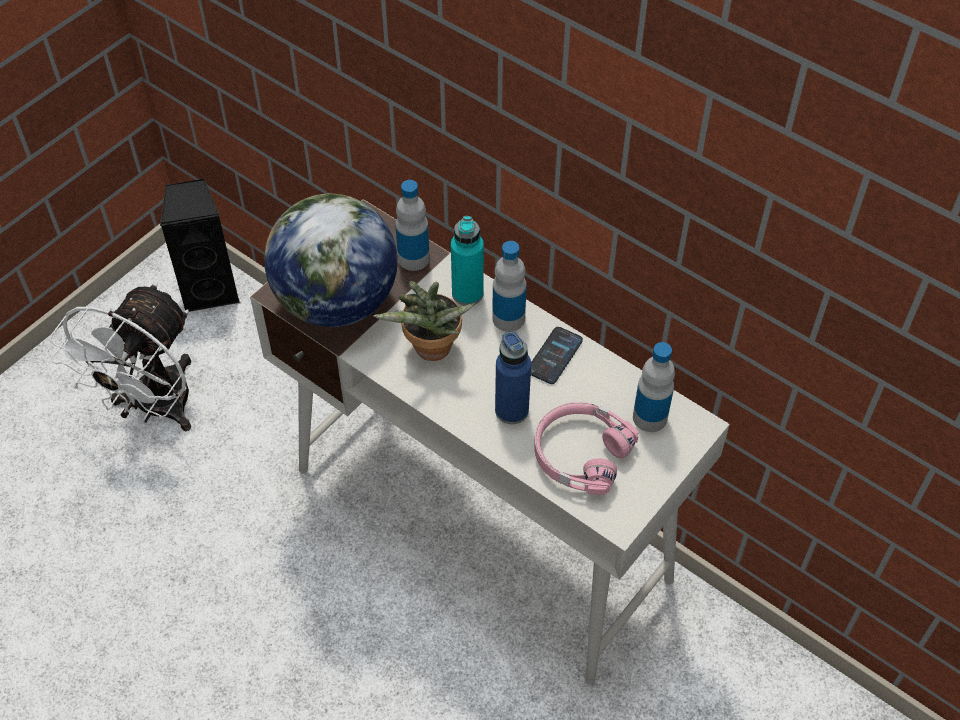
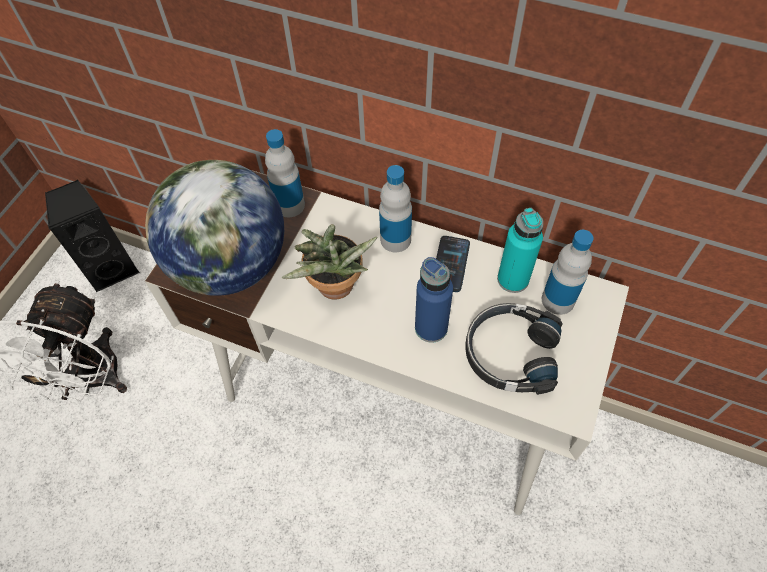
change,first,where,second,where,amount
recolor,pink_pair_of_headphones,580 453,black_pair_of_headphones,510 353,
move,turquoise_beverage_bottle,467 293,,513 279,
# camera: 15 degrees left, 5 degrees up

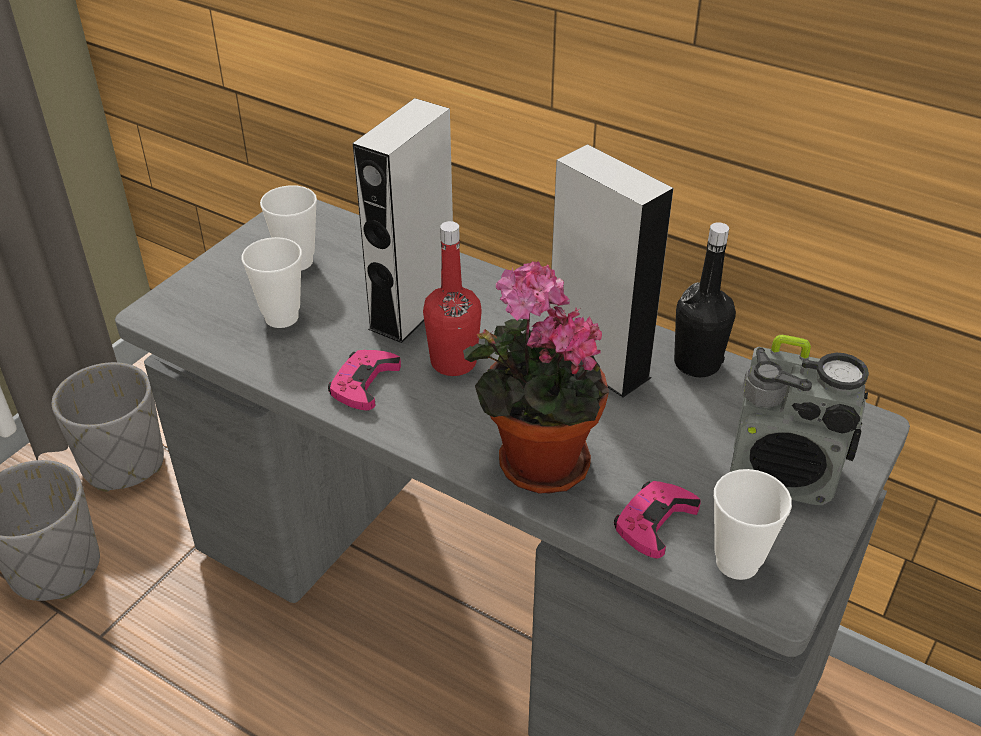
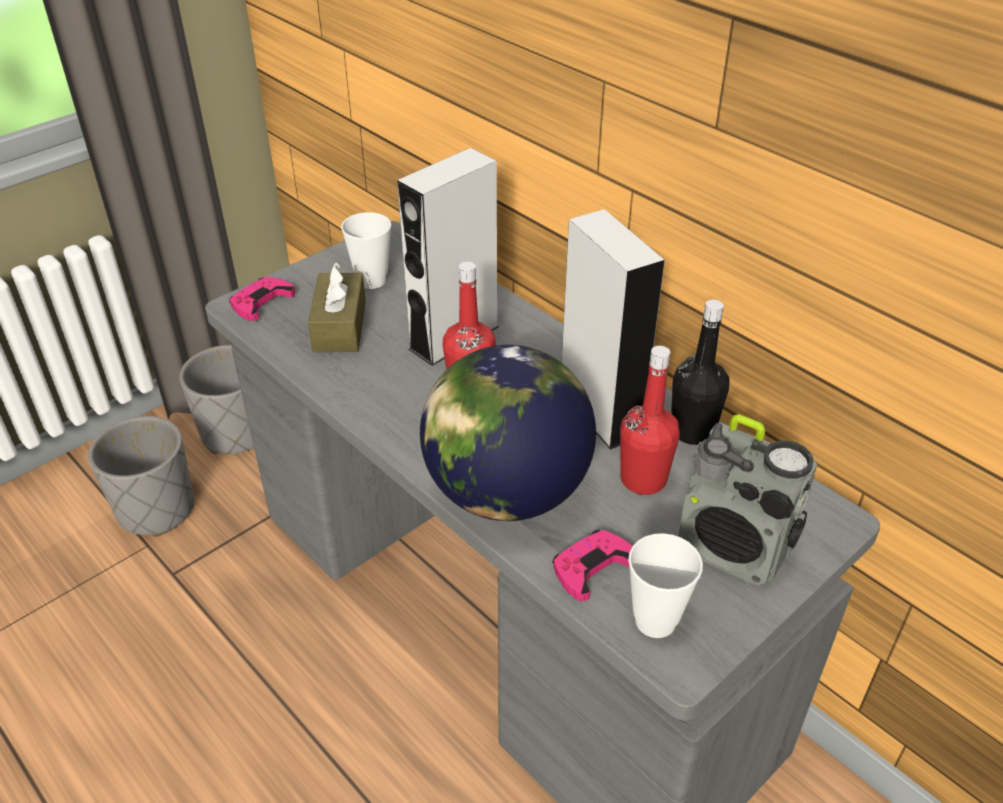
change,first,where,second,where,amount
move,pink_joypad,363 383,,261 302,
replace,small_cup,281 317,brown-coloured_tissue_box,340 326,
replace,potted_plant,534 462,globe,506 492,
insert,,,reddish_beverage_bottle,643 479,
# camera: 15 degrees right, 0 degrees up

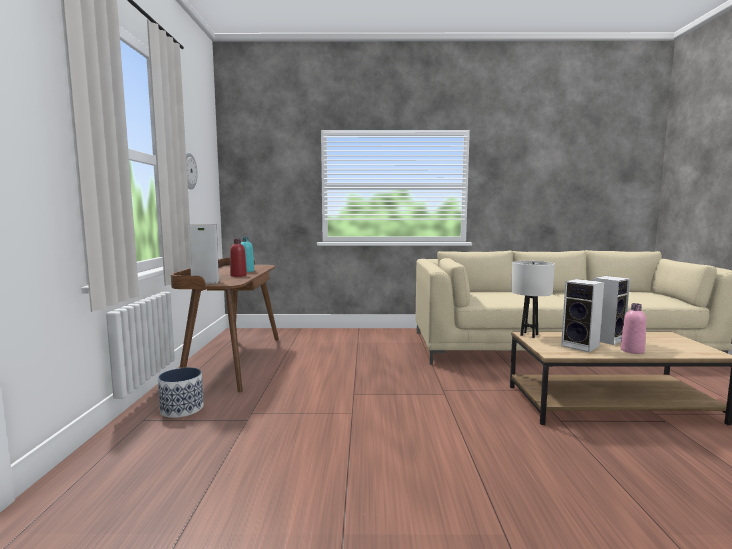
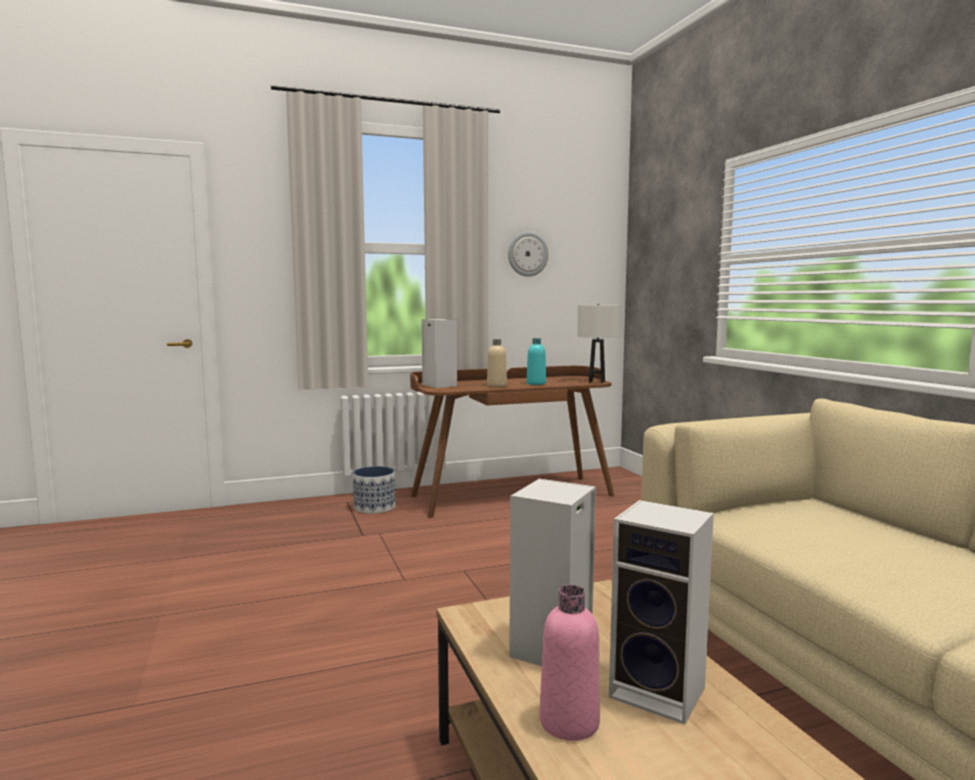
change,first,where,second,where,amount
recolor,reddish_beverage_bottle,238 275,beige-coloured_beverage_bottle,496 386,
move,white-coloured_lamp_for_a_table,529 335,,597 382,
# camera: 70 degrees right, 0 degrees up

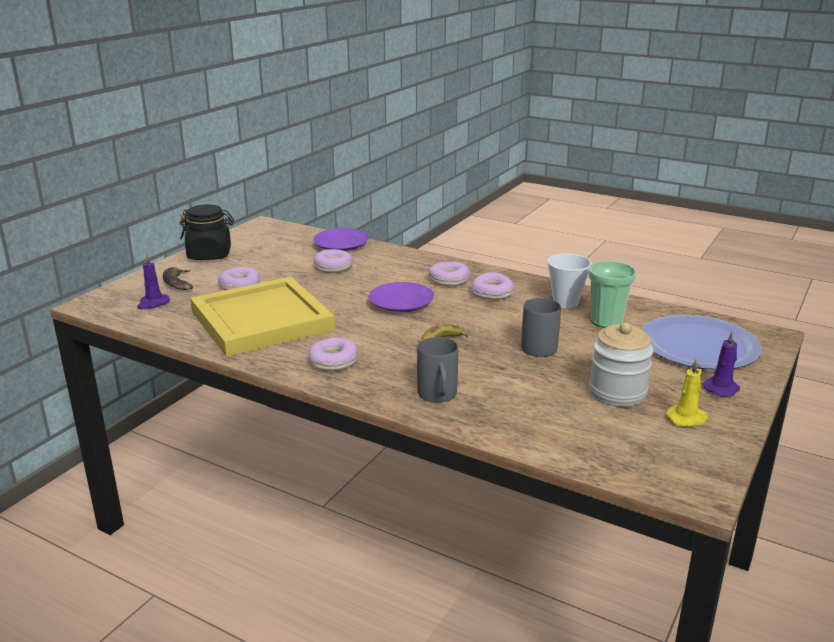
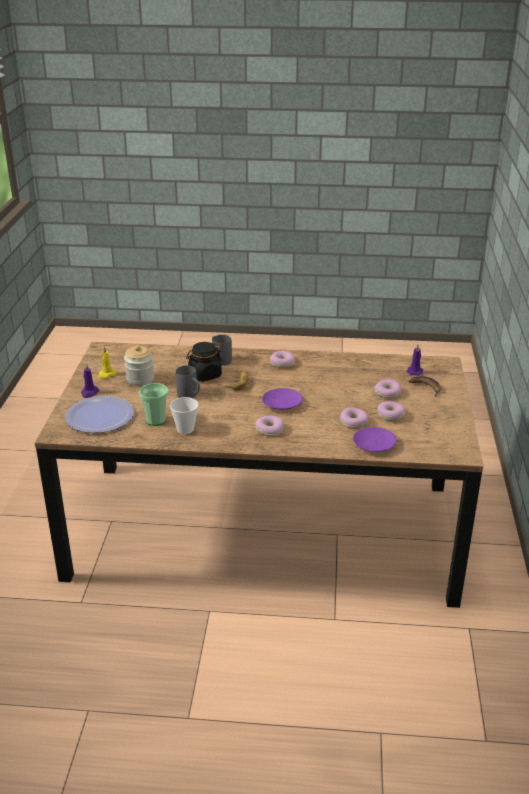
change,first,where,second,where,amount
move,black_storage_jar,210 254,,204 375,
move,ring_doughnut,492 294,,390 415,
delete,yellowish_serving_tray,260 321,,,
# camera: 155 degrees right, 5 degrees up

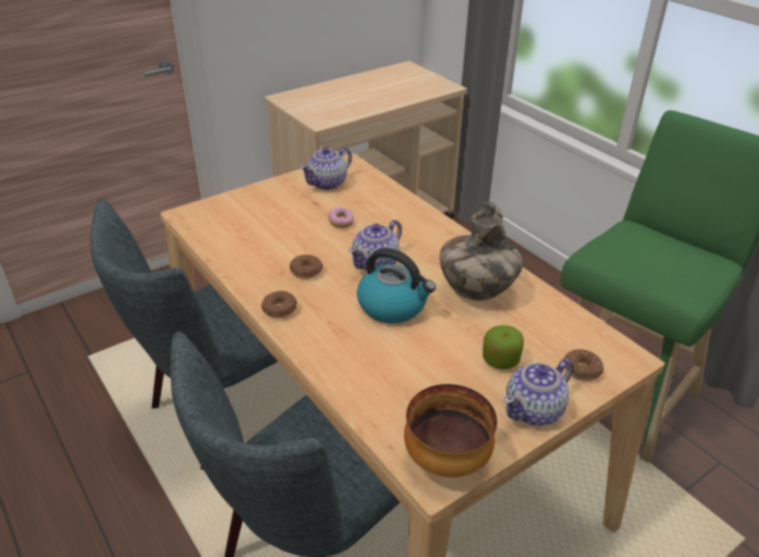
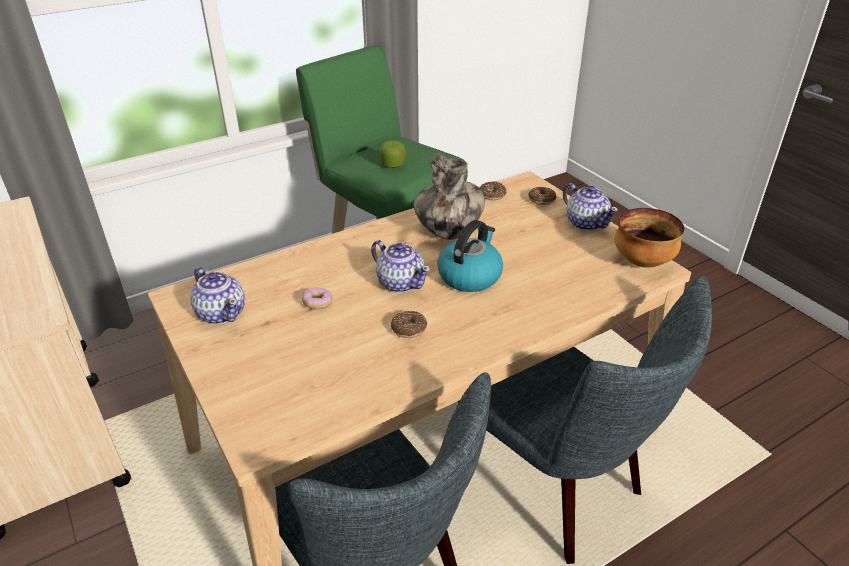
change,first,where,second,where,amount
move,apple,500 360,,393 164,
move,ring_doughnut,279 309,,492 195,
# camera: 85 degrees left, 0 degrees up

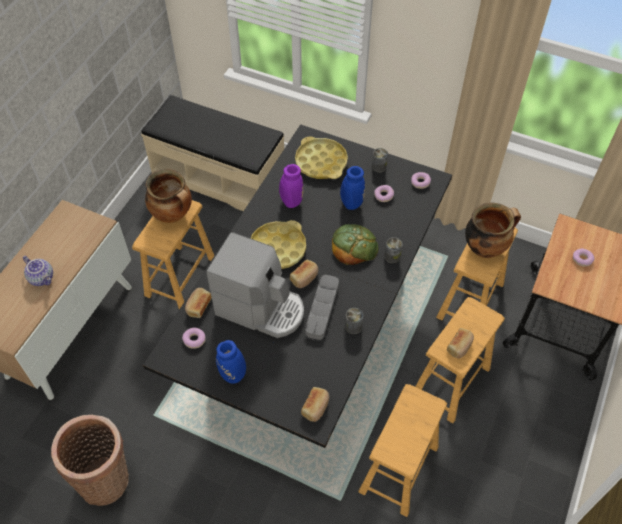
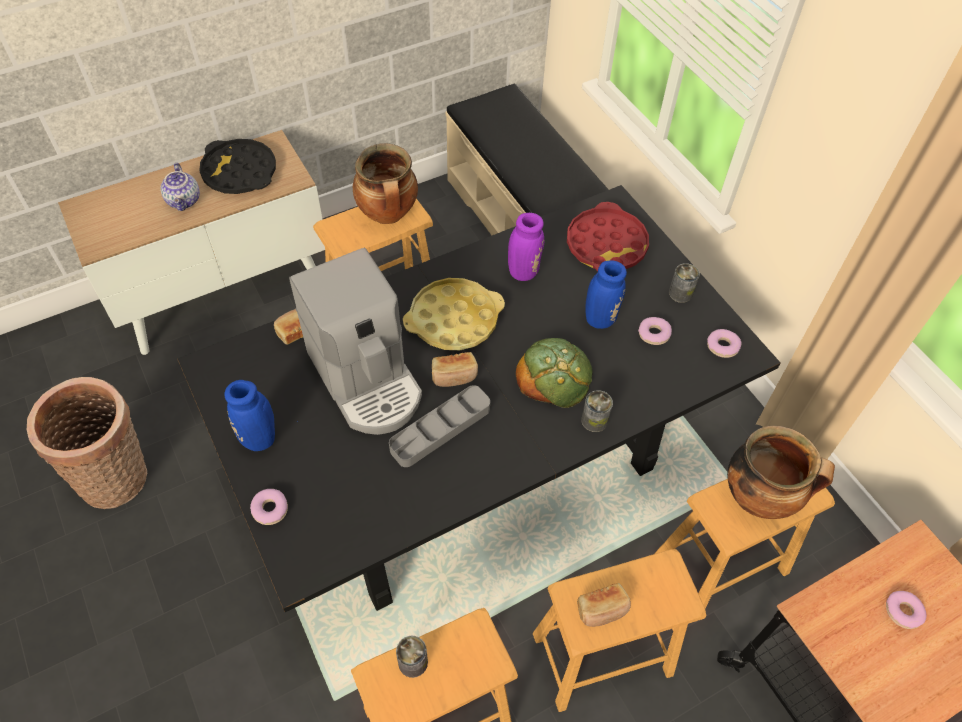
change,first,where,second,where,amount
insert,,,black_serving_tray,239 172,
move,ring_doughnut,194 340,,270 509,
move,sealed_can,353 326,,413 662,
recolor,yellowish_serving_tray,321 162,reddish_serving_tray,606 245,
delete,baked_bread,316 407,,,
# camera: 35 degrees right, 0 degrees up

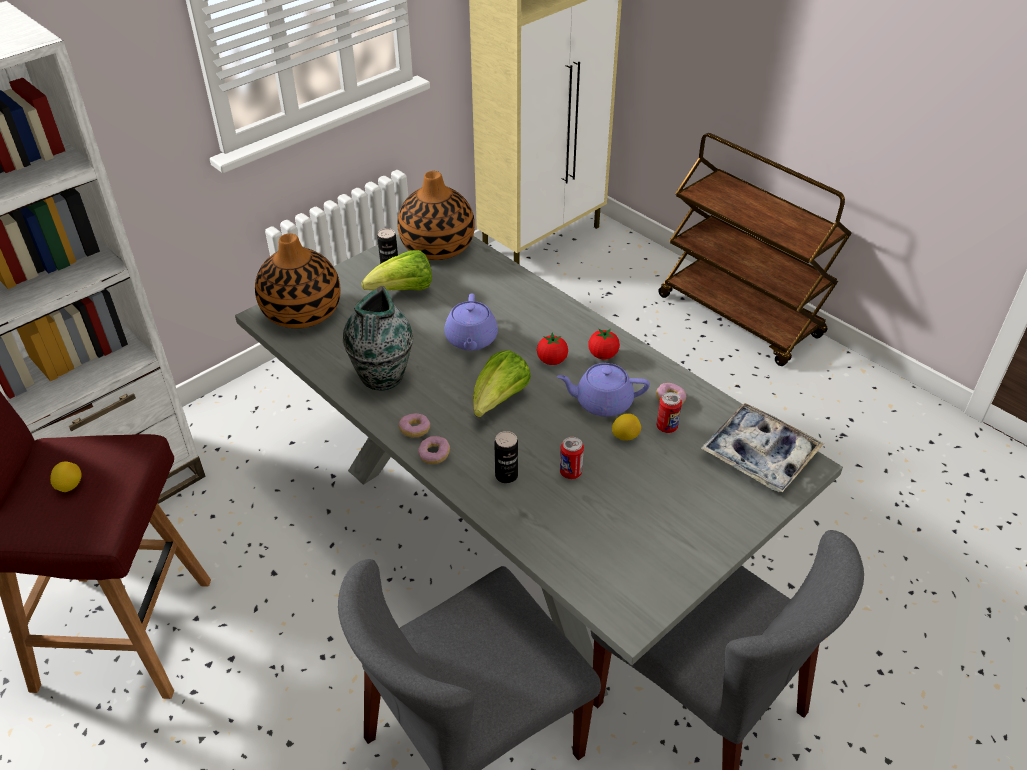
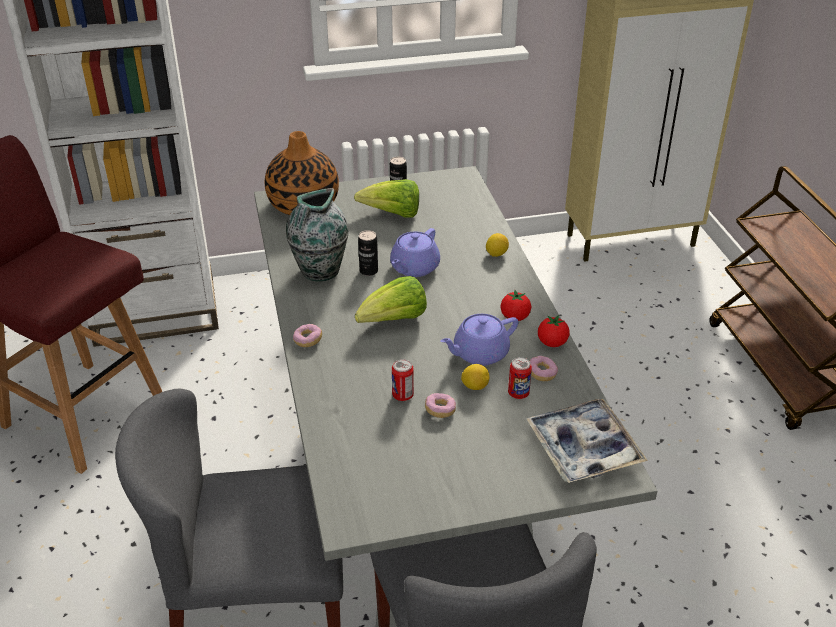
change,first,where,second,where,amount
move,sealed_can,506 475,,368 271,
move,ring_doughnut,415 430,,440 410,
rotate,purple-coloured_tea_pot,602 402,,479 353,60 degrees counterclockwise
move,citrus_fruit,70 486,,496 254,
move,tomato,552 360,,552 343,
delete,decorative_vase,437 246,,,
# camera: 30 degrees right, 5 degrees down

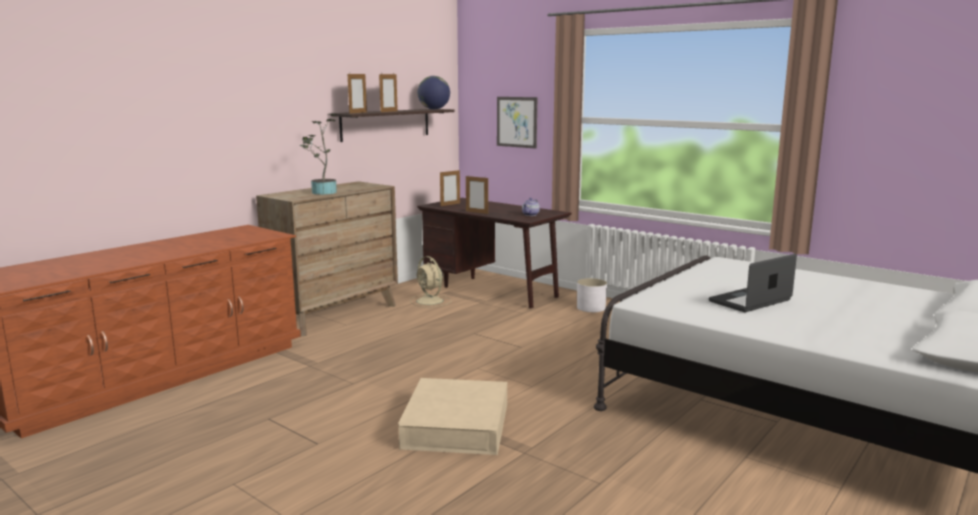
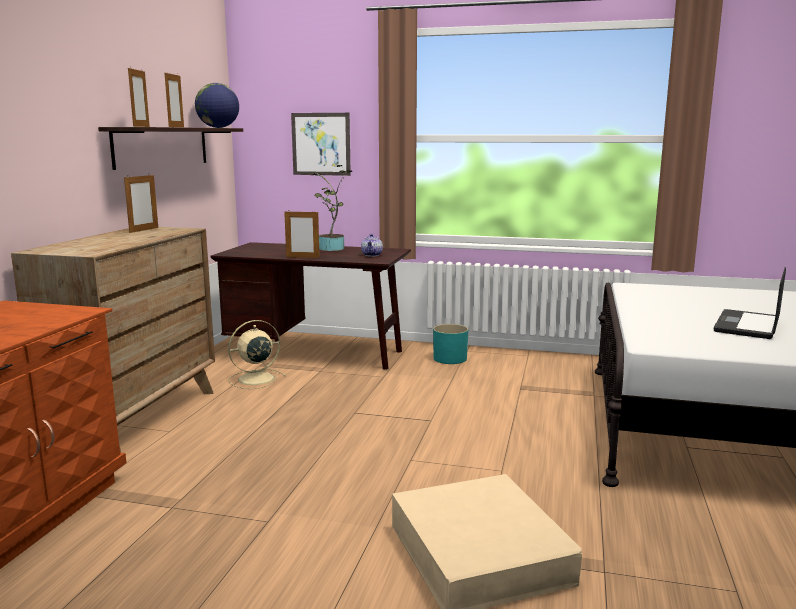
change,first,where,second,where,amount
move,photo_frame,450 204,,144 230,
rotate,beige-coloured_cooling_fan,430 301,,254 379,120 degrees clockwise
move,potted_plant,322 193,,331 249,
recolor,white-coloured_planter,591 308,turquoise_planter,450 359,
# camera: 25 degrees left, 0 degrees up

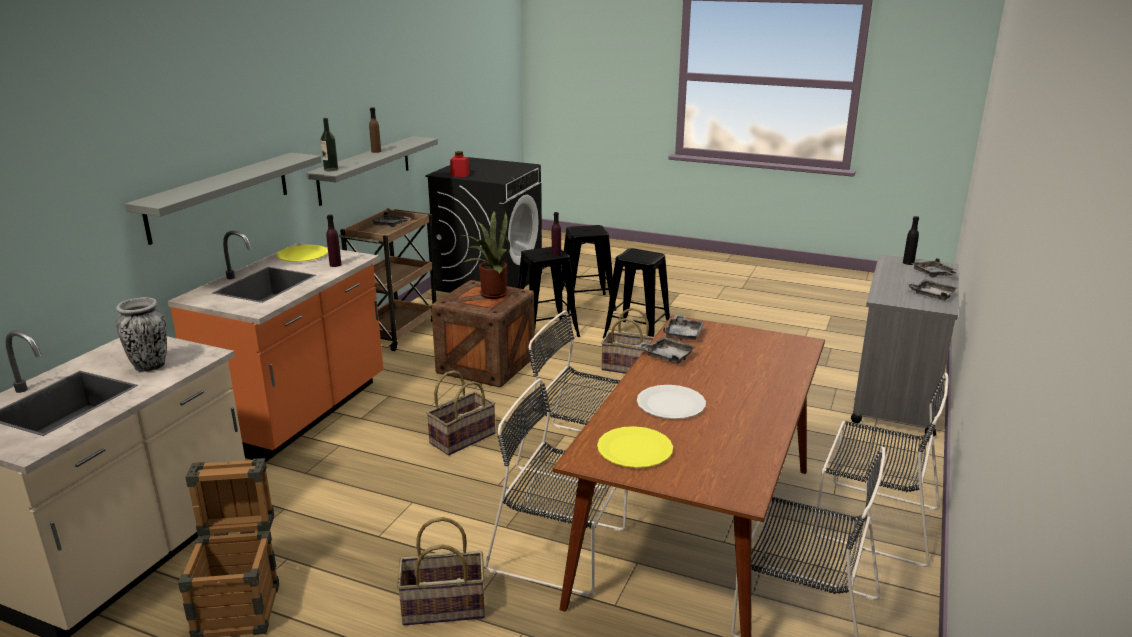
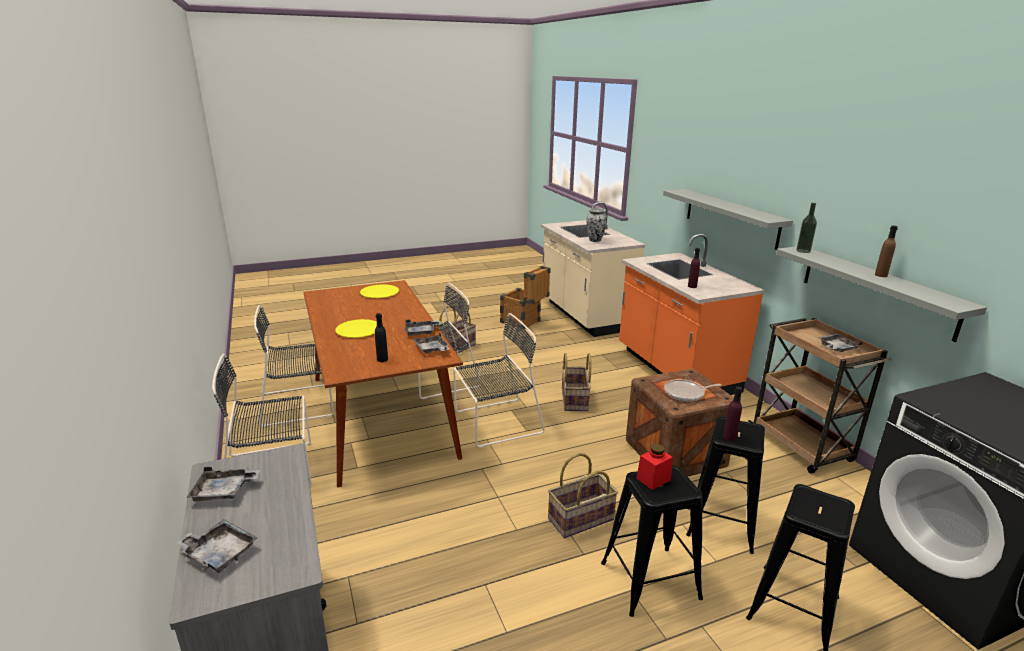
change,first,where,second,where,amount
move,yellowish_dinner_plate,303 255,,358 330,
move,black_beverage_bottle,908 263,,382 359,
move,reddish_storage_jar,460 175,,653 479,
replace,potted_plant,491 294,frying_pan,686 393,
delete,white-coloured_dinner_plate,671 404,,,
# camera: 135 degrees right, 0 degrees up

